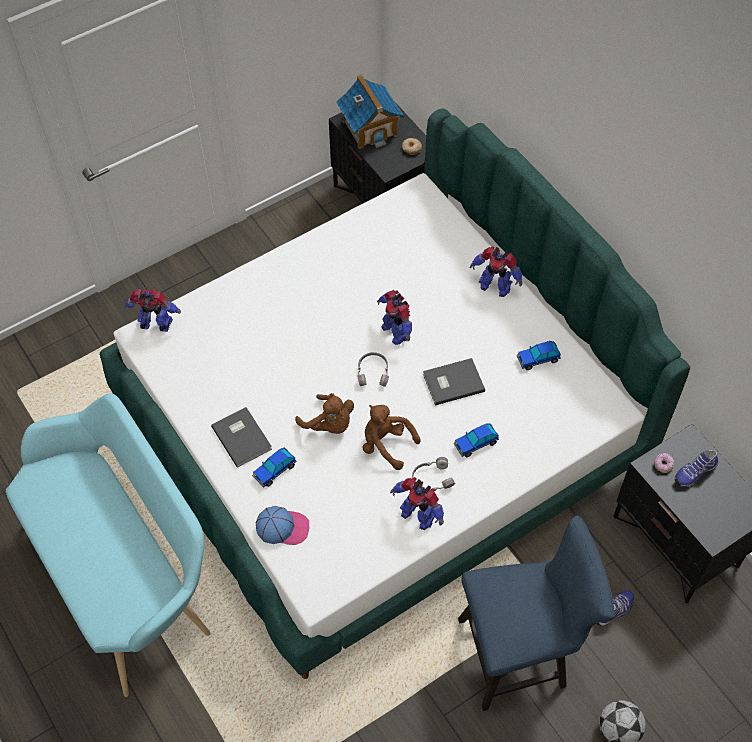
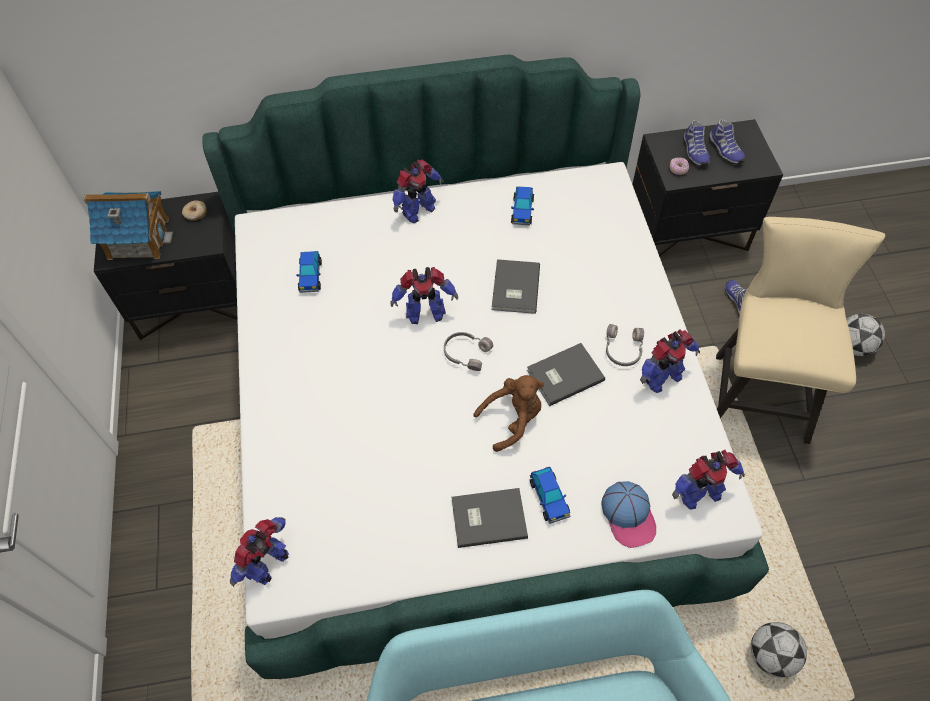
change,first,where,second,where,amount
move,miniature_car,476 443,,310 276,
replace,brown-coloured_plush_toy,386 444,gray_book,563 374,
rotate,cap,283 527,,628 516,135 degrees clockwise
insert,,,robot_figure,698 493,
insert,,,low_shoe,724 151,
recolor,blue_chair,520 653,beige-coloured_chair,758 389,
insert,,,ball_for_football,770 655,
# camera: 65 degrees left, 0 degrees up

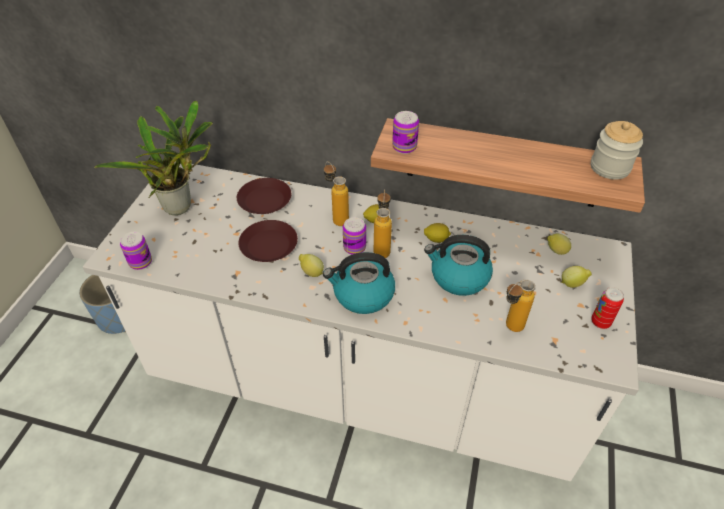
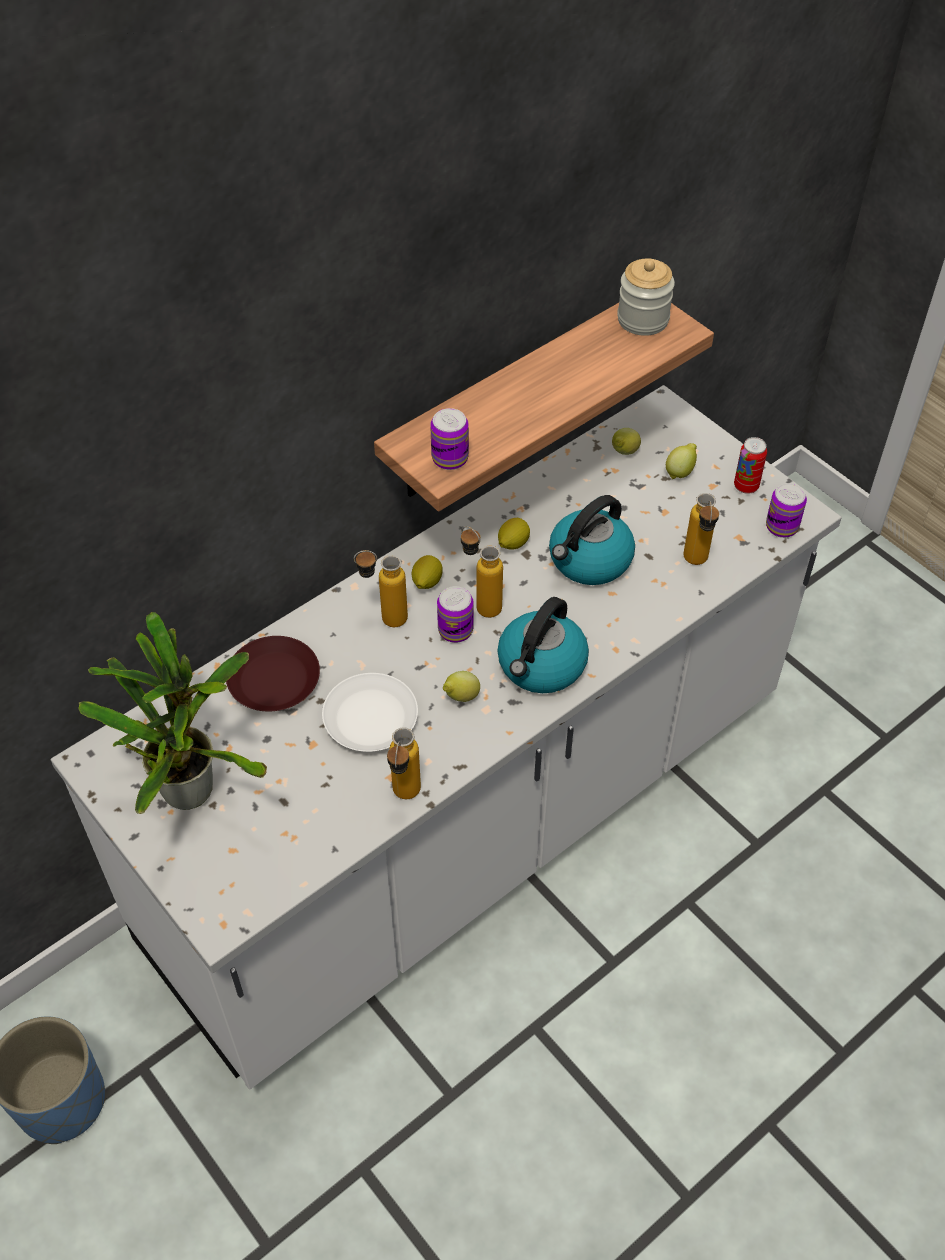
change,first,where,second,where,amount
recolor,brown-coloured_dinner_plate,269 245,white-coloured_dinner_plate,371 718,
insert,,,beverage_bottle,404 799,
move,sealed_can,140 262,,782 527,
# camera: 55 degrees left, 5 degrees up

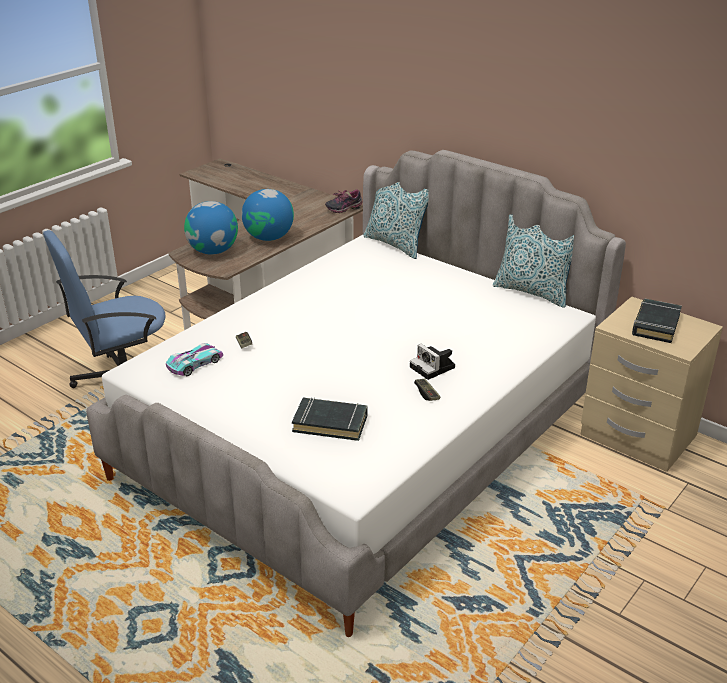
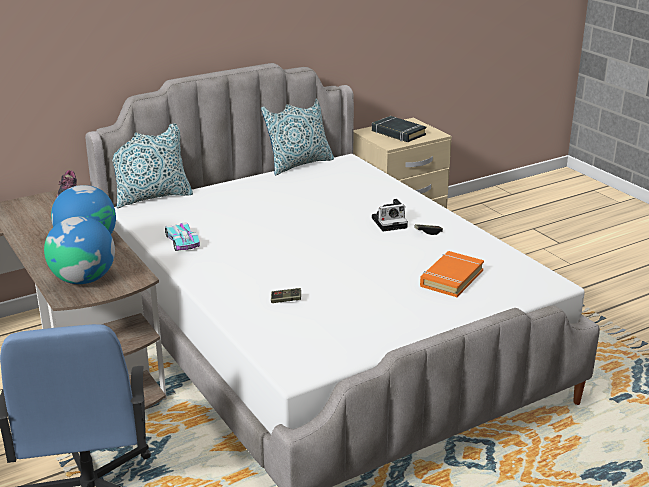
change,first,where,second,where,amount
move,miniature_car,195 364,,182 241,
recolor,black_book,330 423,orange_book,451 278,
# camera: 70 degrees left, 5 degrees down

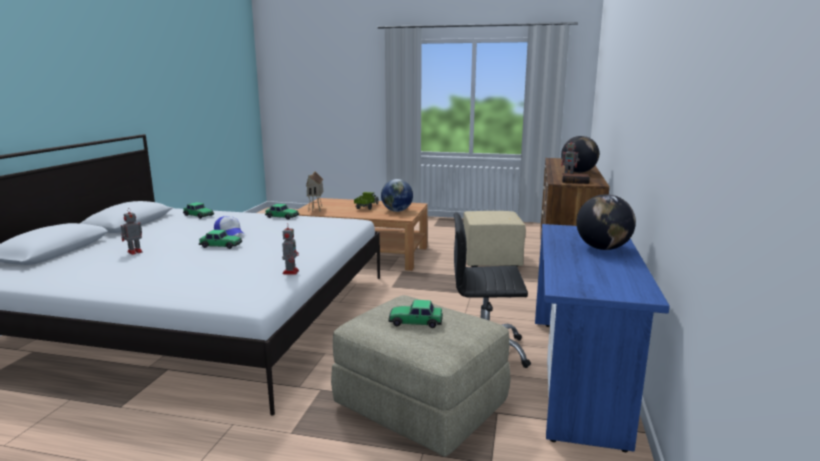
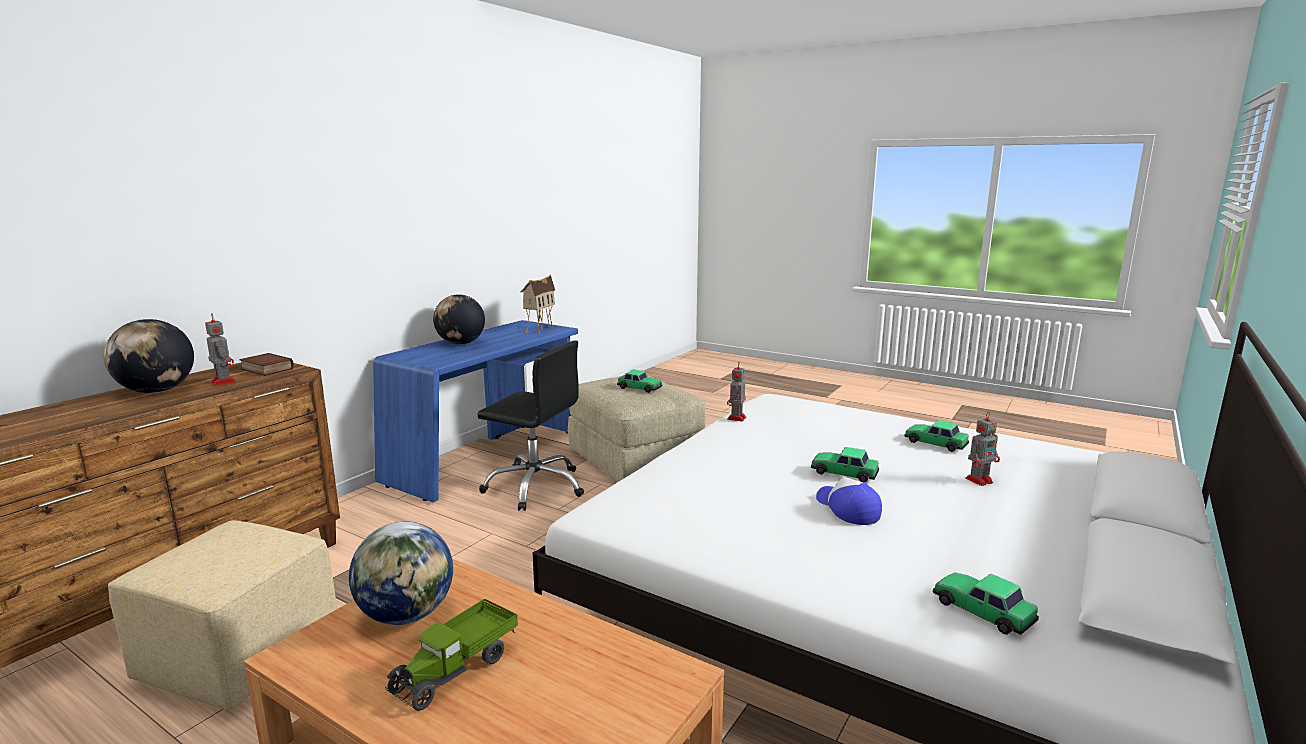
change,first,where,second,where,amount
move,model_house,316 209,,539 329,
move,miniature_car,282 217,,935 443,
# camera: 160 degrees left, 0 degrees up

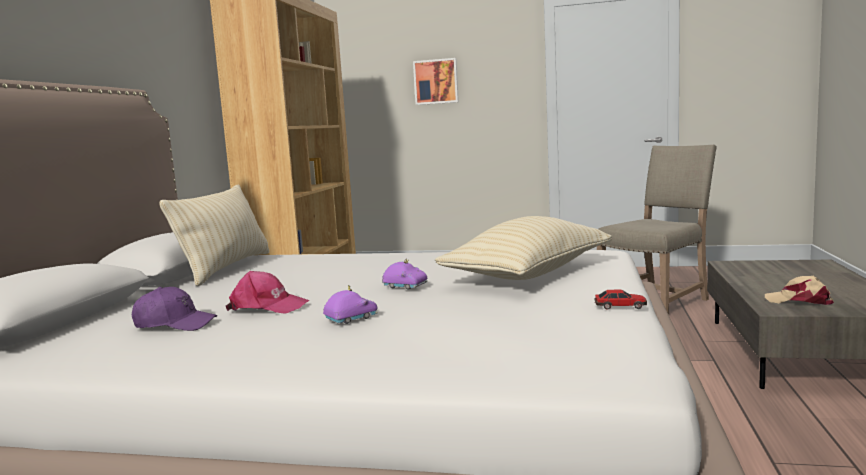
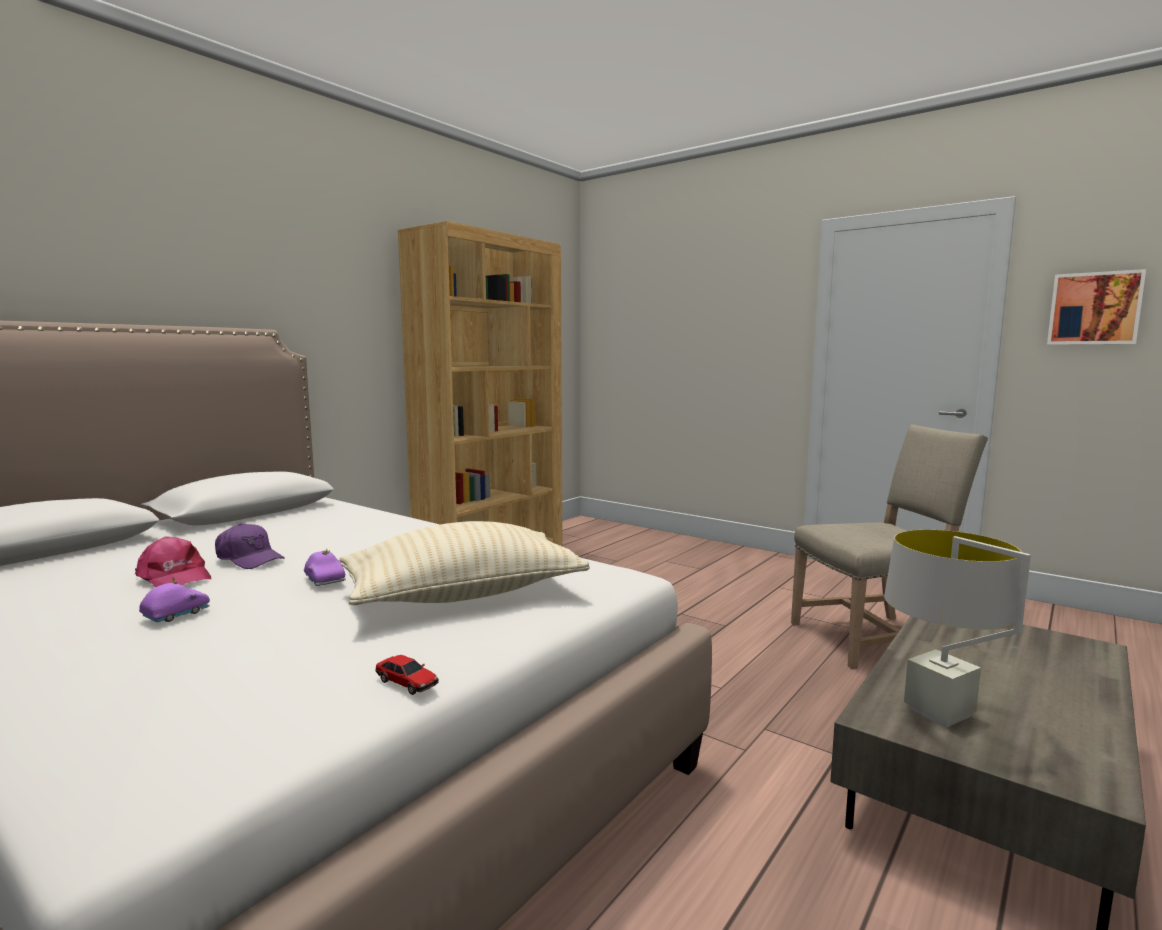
change,first,where,second,where,amount
rotate,purple-coloured_miniature_car,350 318,,175 614,45 degrees counterclockwise
move,purple-coloured_cap,175 324,,249 559,
replace,beige-coloured_cap,799 301,gray_lamp_for_a_table,939 713,
move,picture,436 81,,1094 308,
delete,beige-coloured_pillow,226 268,,,
# camera: 25 degrees right, 0 degrees up

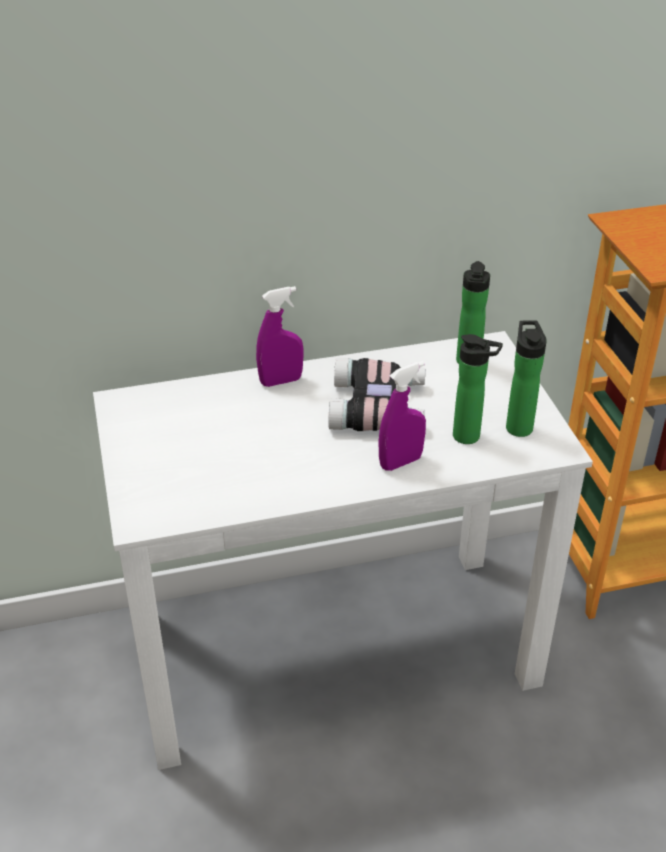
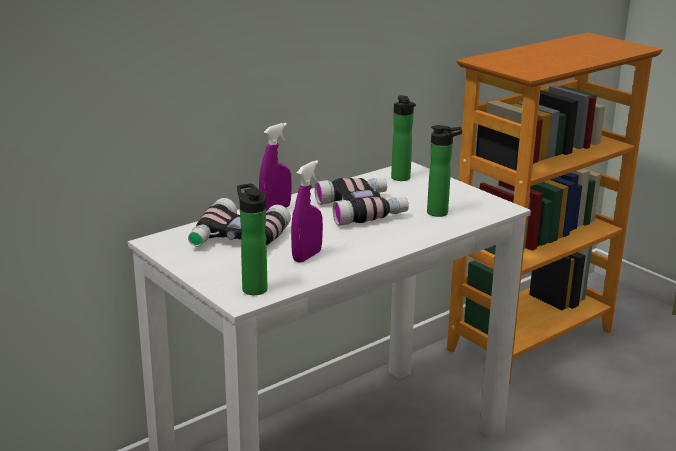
change,first,where,second,where,amount
insert,,,pair_of_binoculars,238 240,
move,beverage_bottle,518 425,,253 288,
move,purple-coloured_hand_sprayer,400 462,,307 256,
# camera: 25 degrees left, 15 degrees down

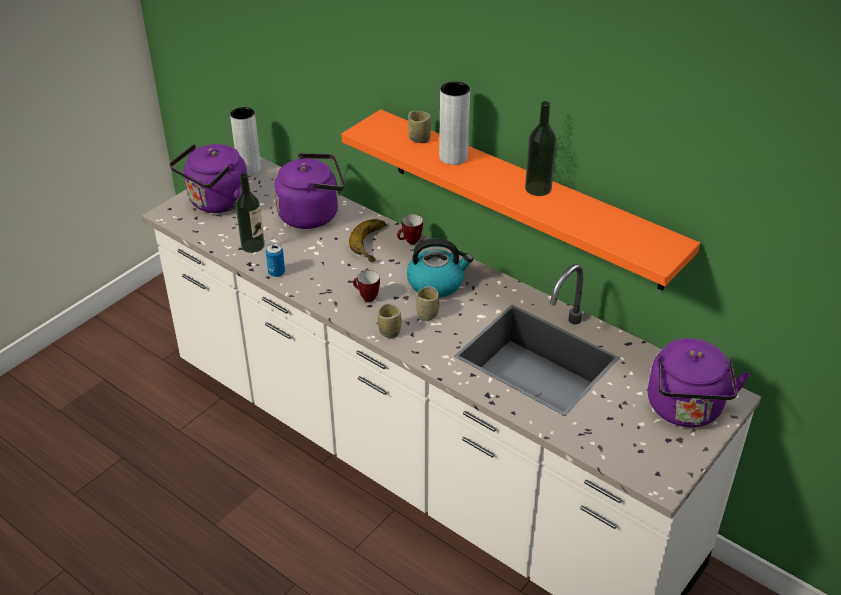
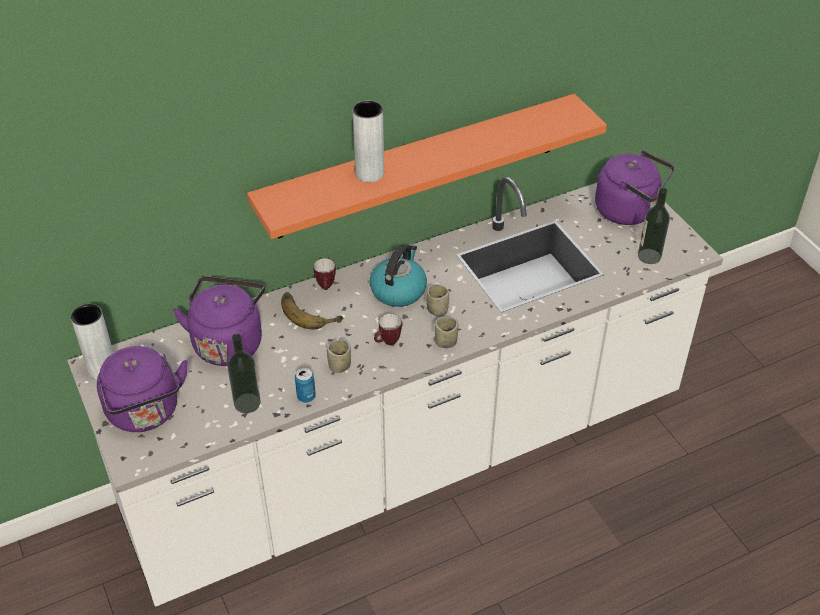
change,first,where,second,where,amount
move,small_cup,419 139,,339 366,
move,beverage_bottle,538 188,,649 256,
# camera: 65 degrees left, 5 degrees up

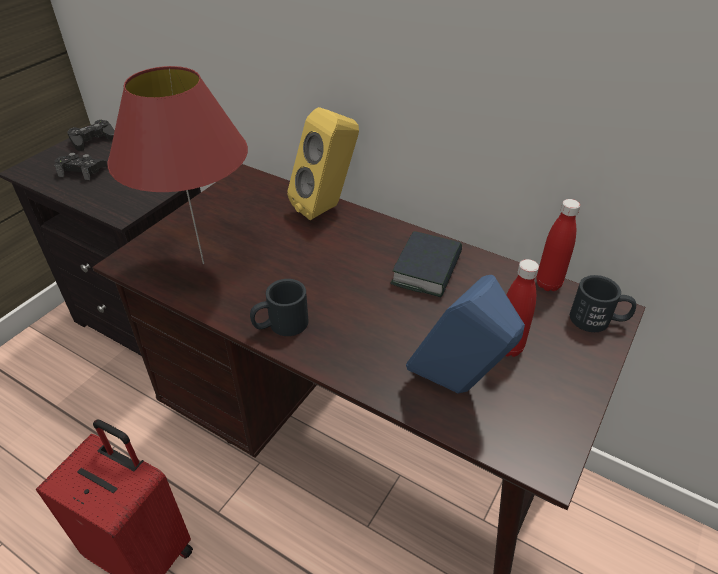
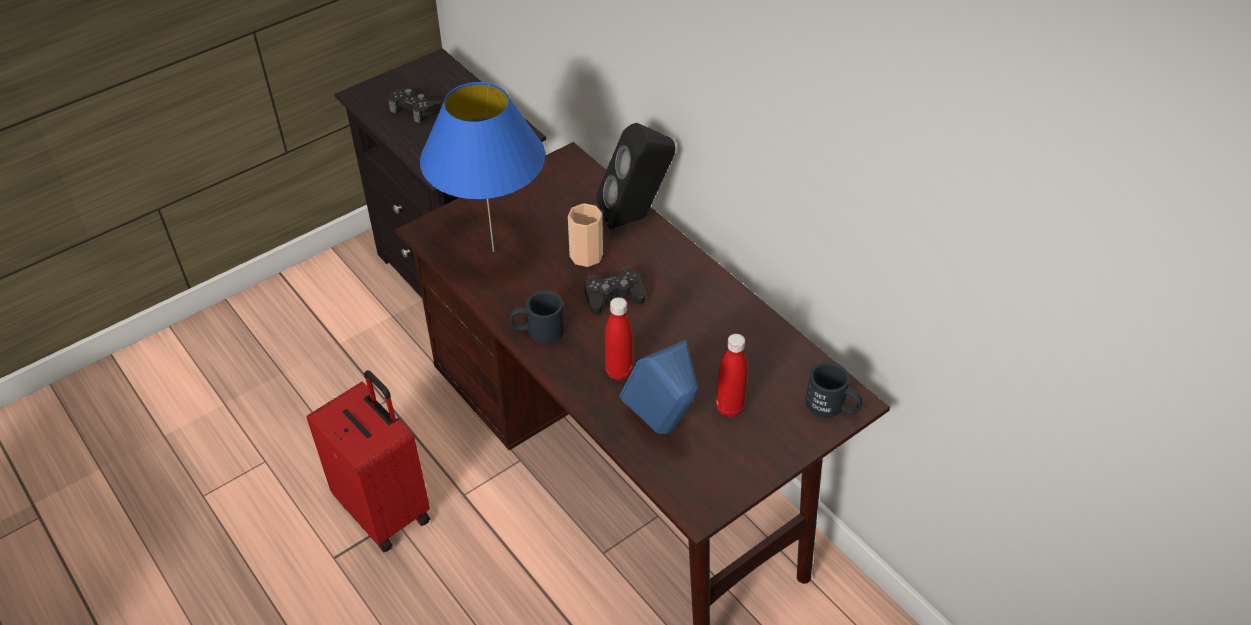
change,first,where,second,where,amount
recolor,reddish_lamp_for_a_table,203 264,blue_lamp_for_a_table,493 251,
insert,,,small_cup,586 255,
move,black_joypad,93 140,,613 296,
recolor,yellowish_audio_speaker,327 208,black_audio_speaker,636 218,
move,reddish_beverage_bottle,548 284,,618 372,
delete,book,427 270,,,
# camera: 20 degrees right, 5 degrees up

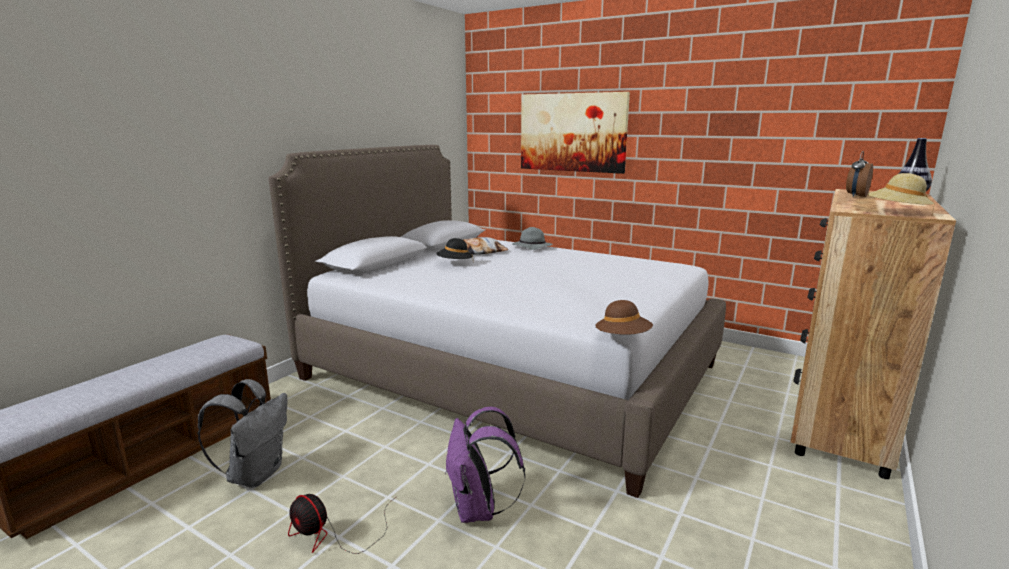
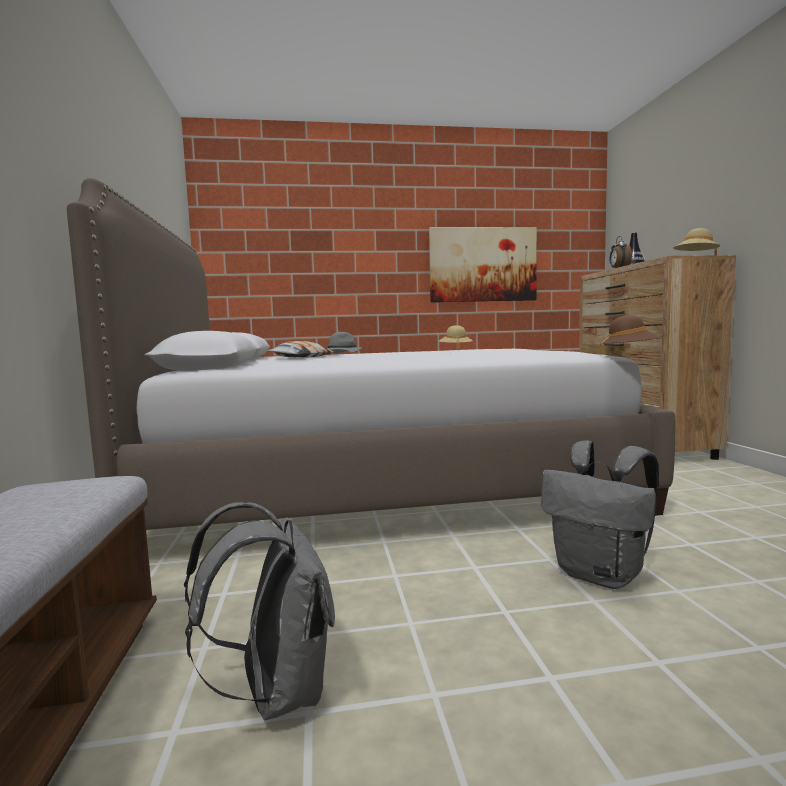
change,first,where,second,where,amount
move,picture,572 132,,483 265,
insert,,,beige-coloured_clothing_hat,455 349,
recolor,purple-coloured_knapsack,478 510,gray_knapsack,601 575,
delete,cooling_fan,333 535,,,
delete,black_clothing_hat,454 263,,,
# camera: 40 degrees left, 10 degrees down

